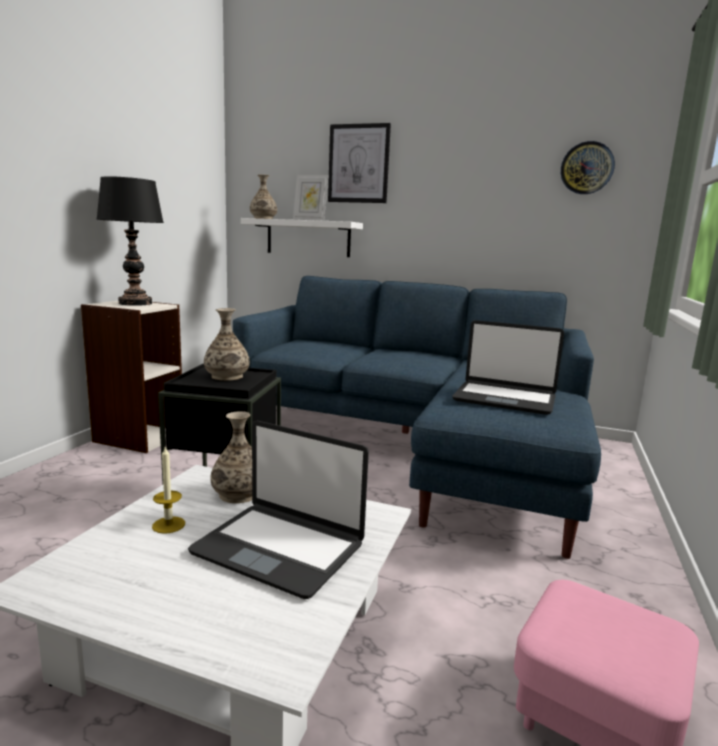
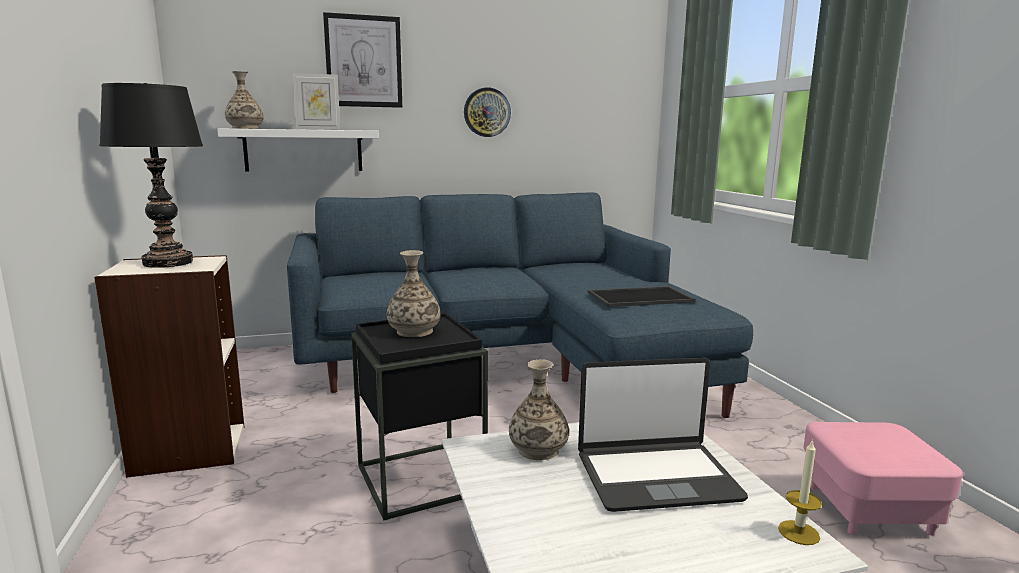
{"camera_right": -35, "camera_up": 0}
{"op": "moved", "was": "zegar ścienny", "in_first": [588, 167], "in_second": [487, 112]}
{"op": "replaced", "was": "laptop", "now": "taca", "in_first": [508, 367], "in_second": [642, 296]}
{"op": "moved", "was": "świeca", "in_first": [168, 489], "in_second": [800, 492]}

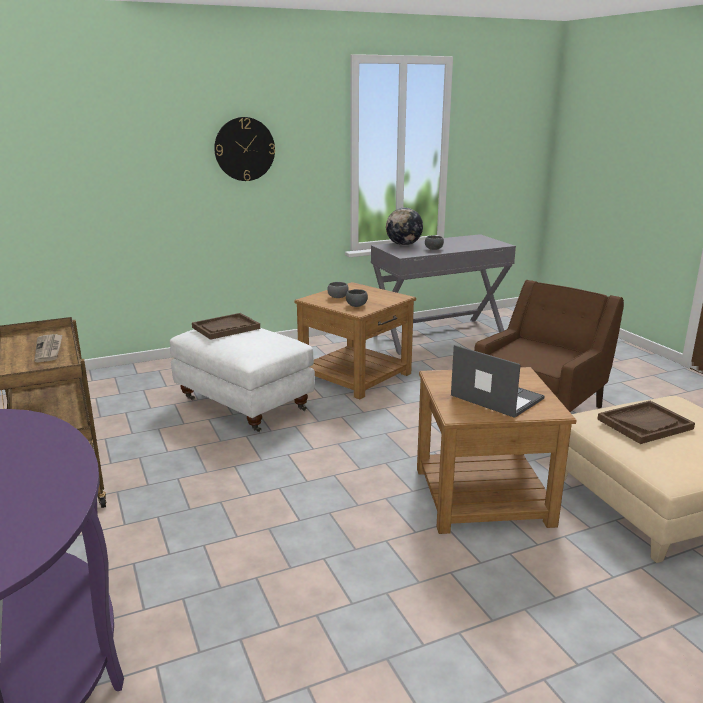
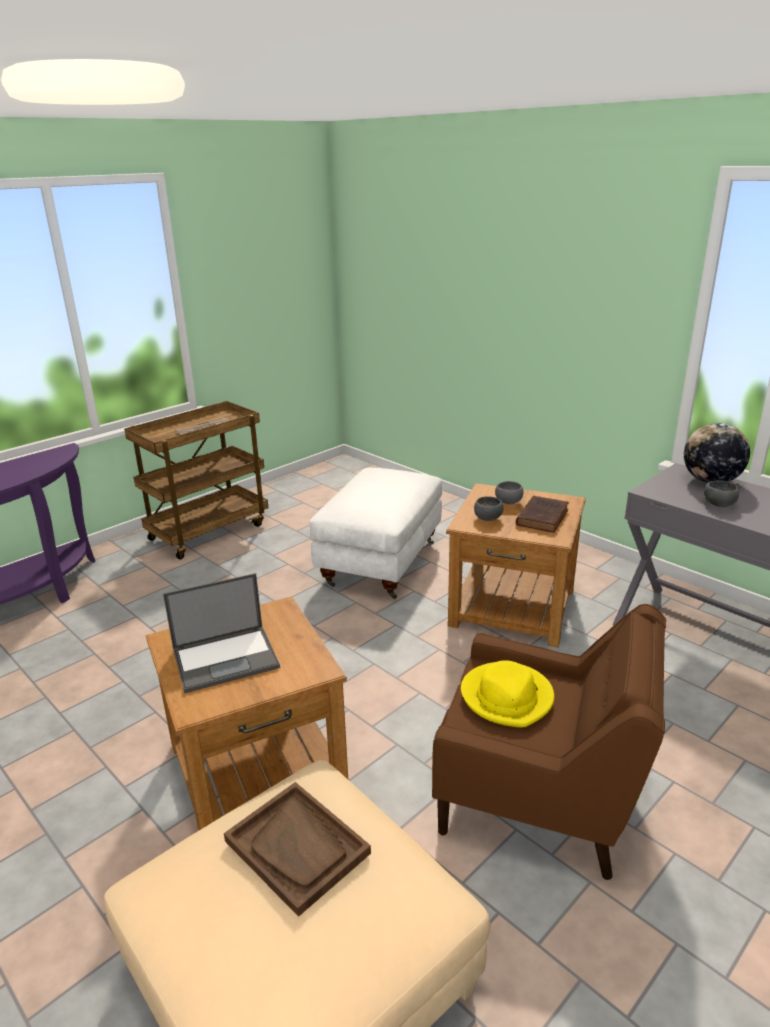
{"camera_right": 70, "camera_up": 5}
{"op": "turned", "was": "laptop", "in_first": [498, 381], "in_second": [221, 633], "clockwise": 45}
{"op": "added", "now": "kapelusz [żółty]", "in_second": [507, 694]}
{"op": "added", "now": "książka [brązowy]", "in_second": [542, 514]}
{"op": "removed", "was": "taca [brązowy]", "in_first": [226, 326]}
{"op": "removed", "was": "zegar ścienny", "in_first": [244, 149]}

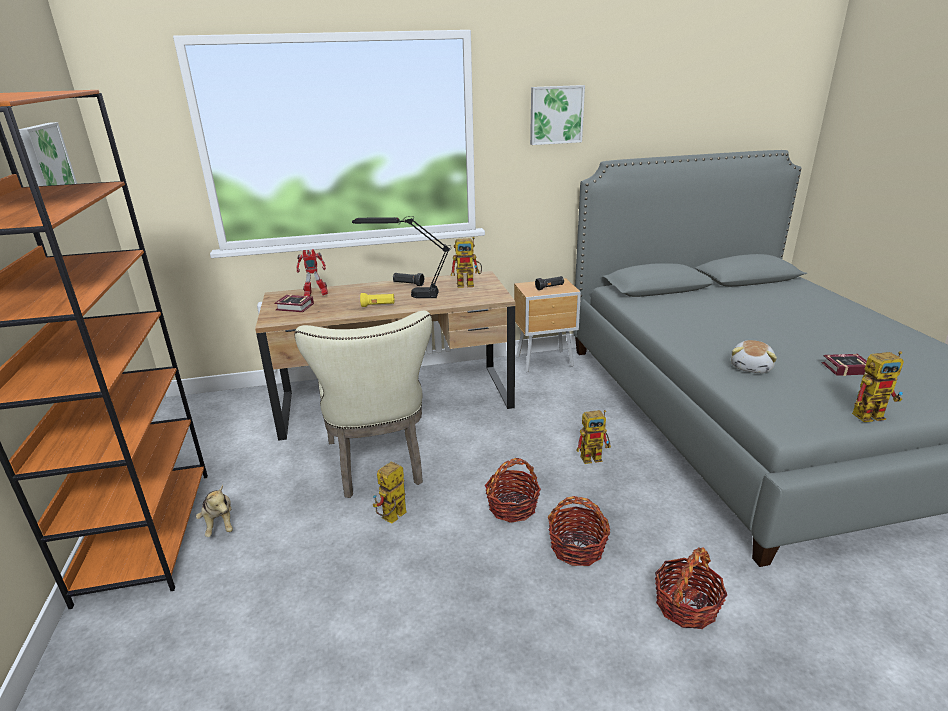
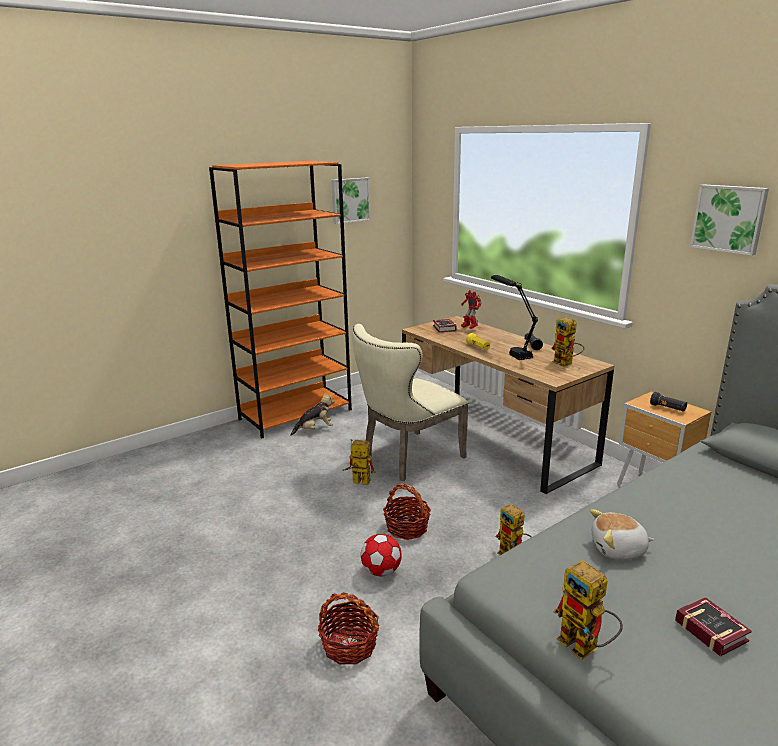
{"camera_right": 65, "camera_up": -5}
{"op": "turned", "was": "pluszak", "in_first": [214, 511], "in_second": [312, 413], "clockwise": -150}
{"op": "replaced", "was": "koszyk", "now": "piłka futbolowa", "in_first": [579, 531], "in_second": [381, 555]}

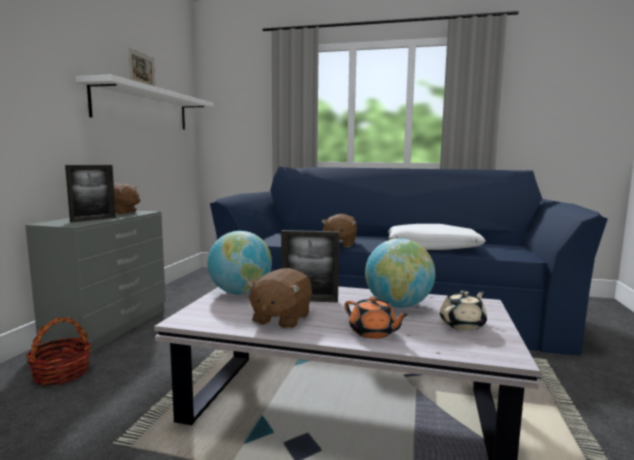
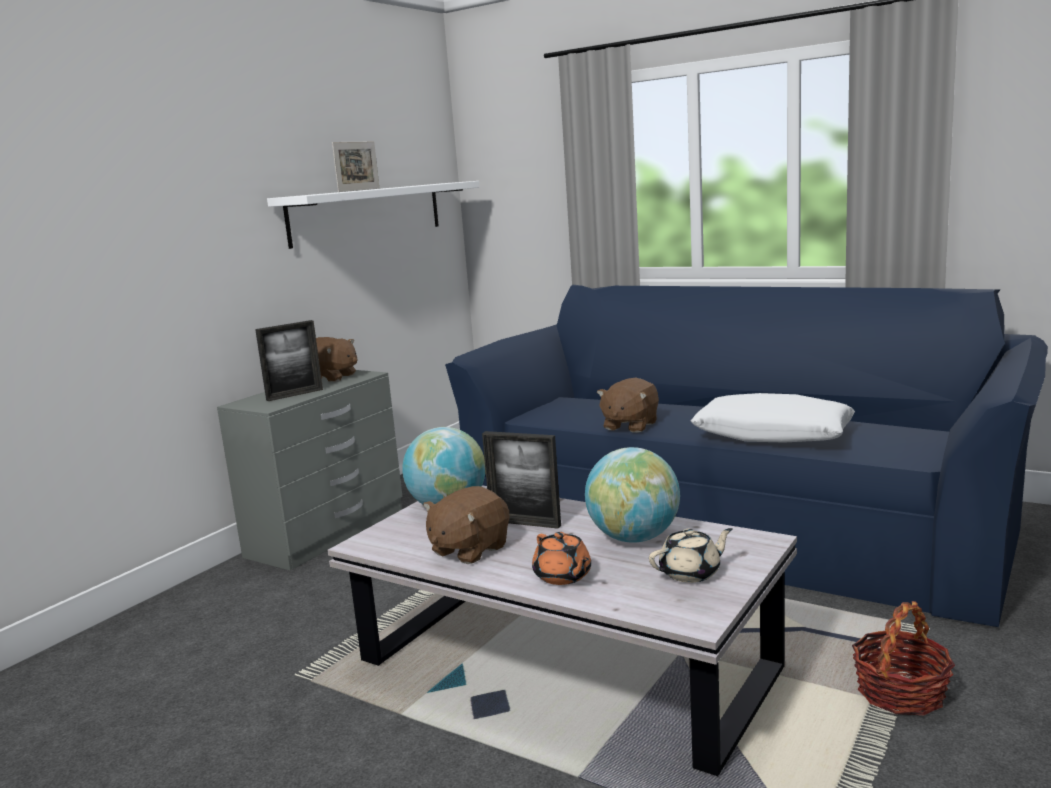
{"camera_right": 20, "camera_up": 5}
{"op": "moved", "was": "koszyk", "in_first": [59, 351], "in_second": [903, 658]}

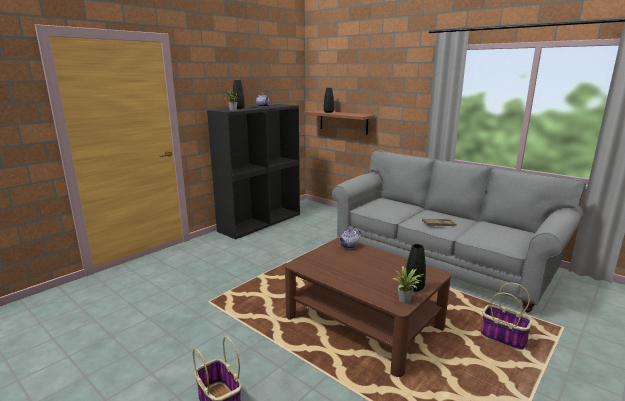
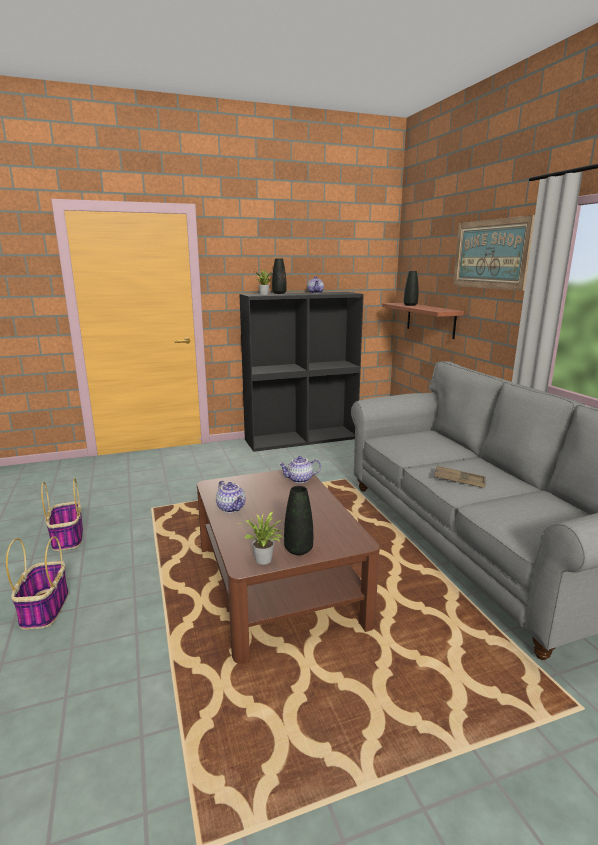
{"camera_right": 30, "camera_up": 0}
{"op": "moved", "was": "koszyk", "in_first": [507, 316], "in_second": [62, 514]}
{"op": "added", "now": "imbryk", "in_second": [230, 497]}
{"op": "added", "now": "obraz", "in_second": [494, 253]}

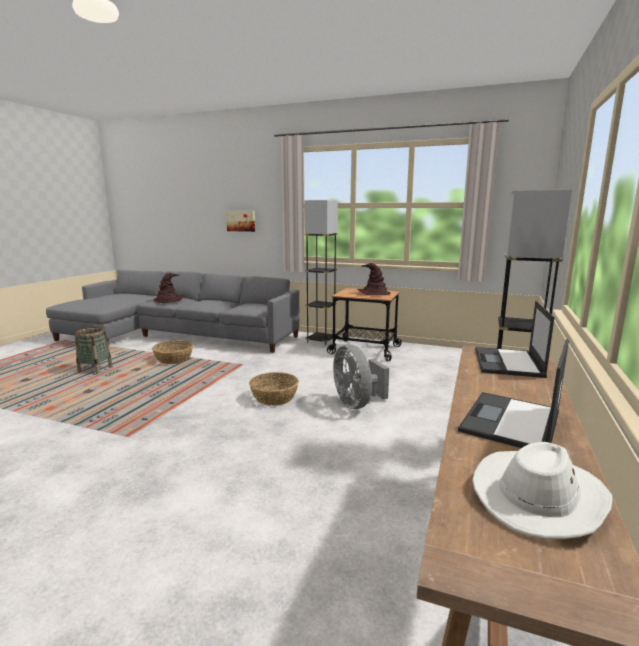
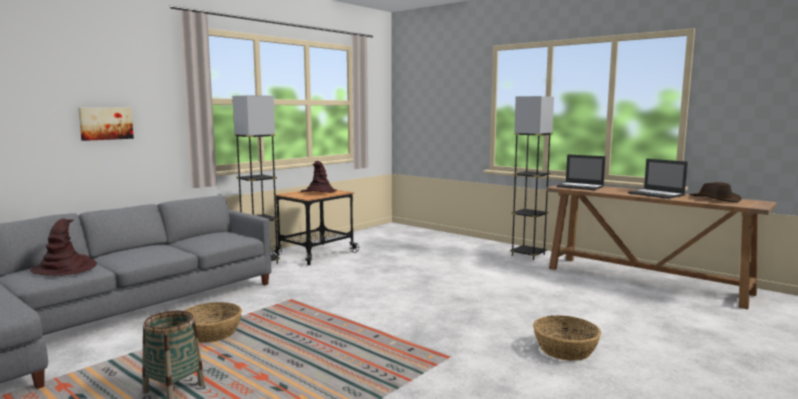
{"camera_right": -70, "camera_up": -5}
{"op": "moved", "was": "koszyk", "in_first": [274, 389], "in_second": [567, 338]}
{"op": "recoloured", "was": "kapelusz [biały]", "now": "kapelusz [brązowy]", "in_first": [542, 490], "in_second": [715, 192]}
{"op": "removed", "was": "wentylator [szary]", "in_first": [361, 376]}

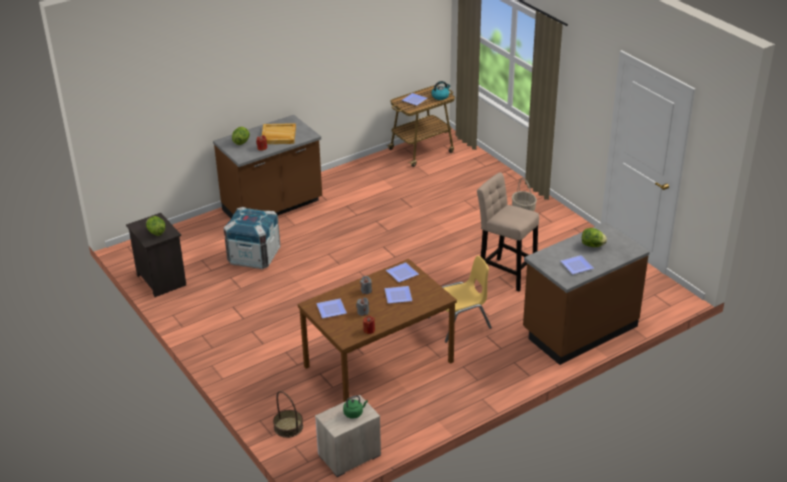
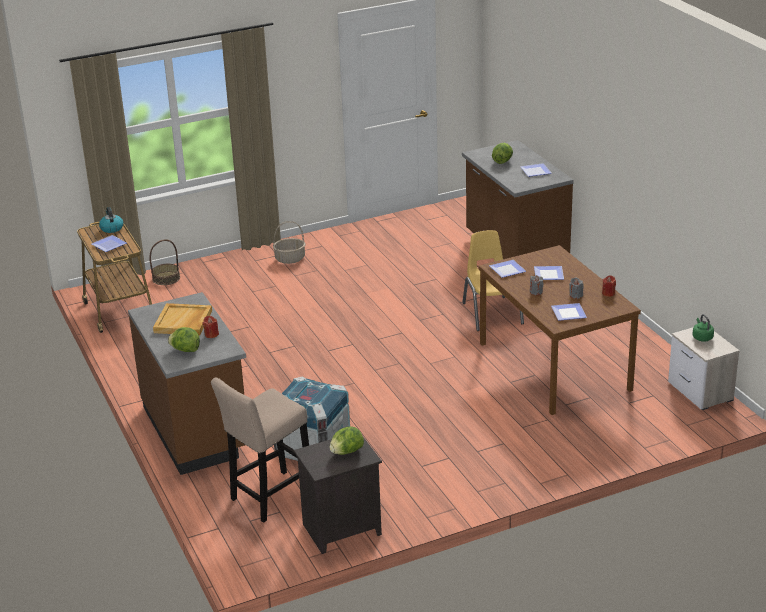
{"camera_right": -80, "camera_up": -5}
{"op": "moved", "was": "koszyk", "in_first": [288, 414], "in_second": [164, 262]}
{"op": "moved", "was": "stołek [beżowy]", "in_first": [508, 232], "in_second": [260, 450]}

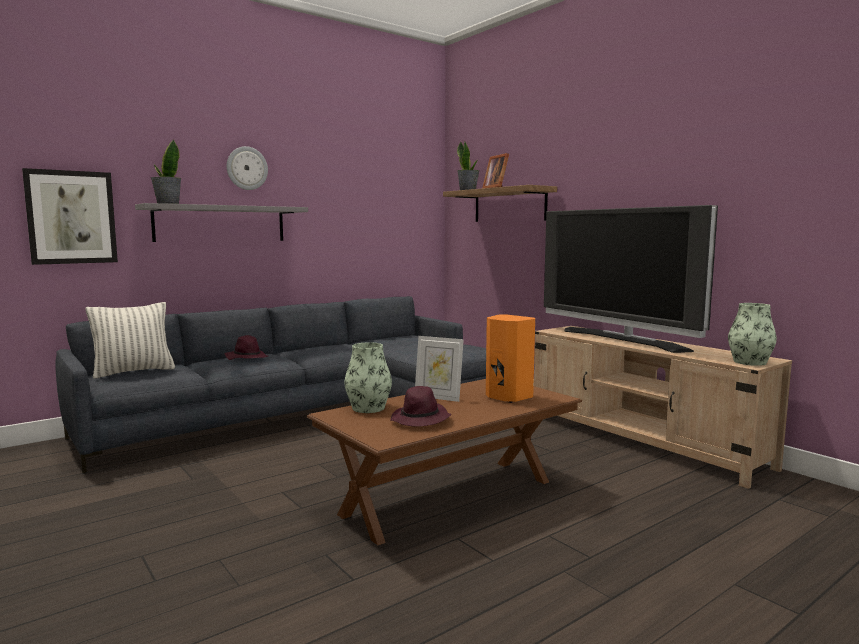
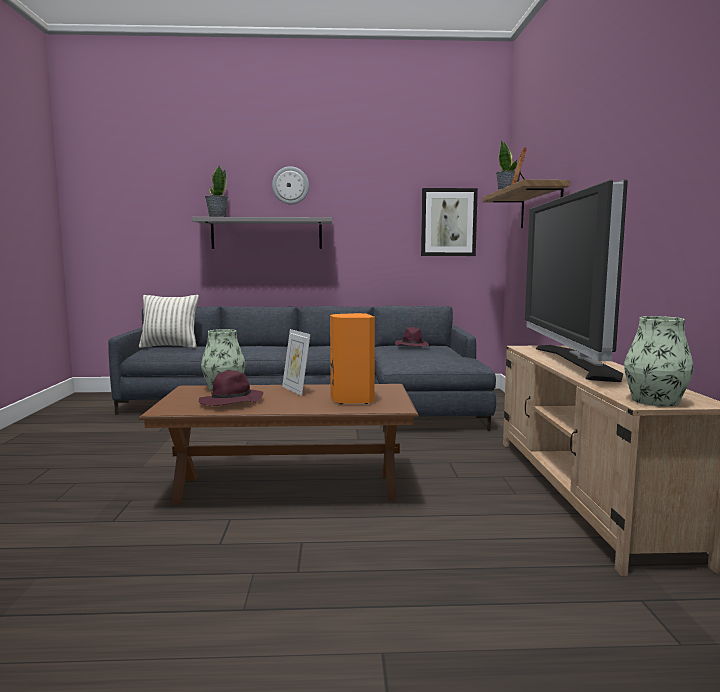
{"camera_right": 35, "camera_up": 0}
{"op": "moved", "was": "kapelusz [fioletowy]", "in_first": [246, 347], "in_second": [412, 337]}
{"op": "moved", "was": "obraz", "in_first": [70, 216], "in_second": [449, 222]}

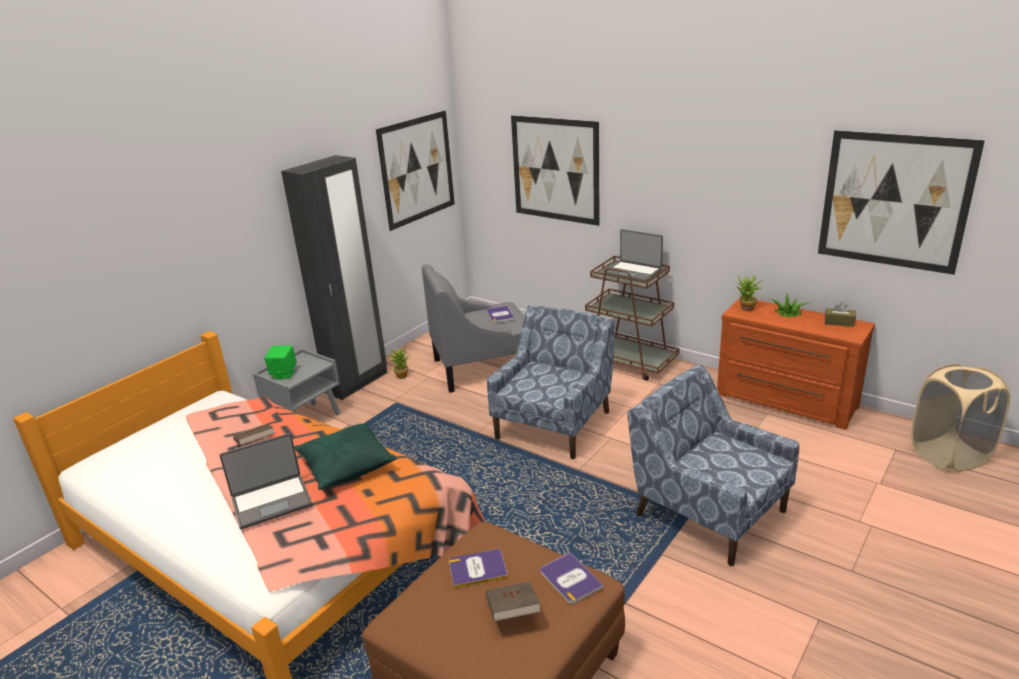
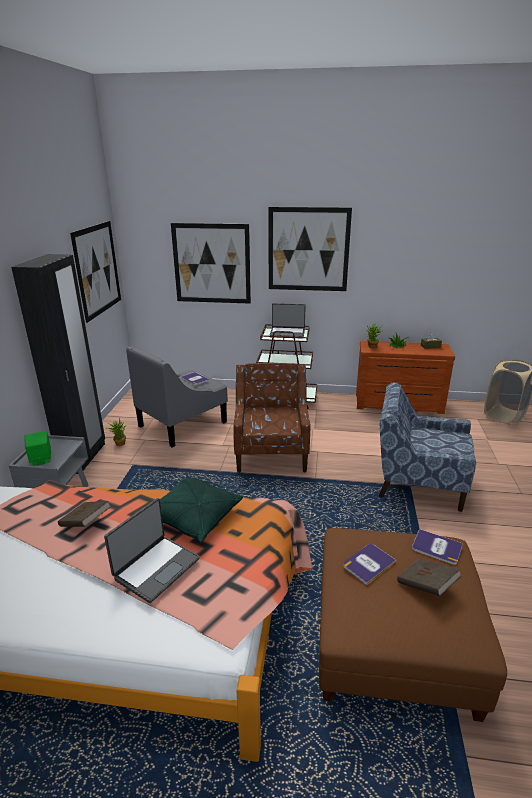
{"camera_right": -30, "camera_up": 0}
{"op": "recoloured", "was": "fotel [niebieski]", "now": "fotel [brązowy]", "in_first": [551, 382], "in_second": [272, 418]}
{"op": "moved", "was": "obraz", "in_first": [901, 202], "in_second": [310, 249]}

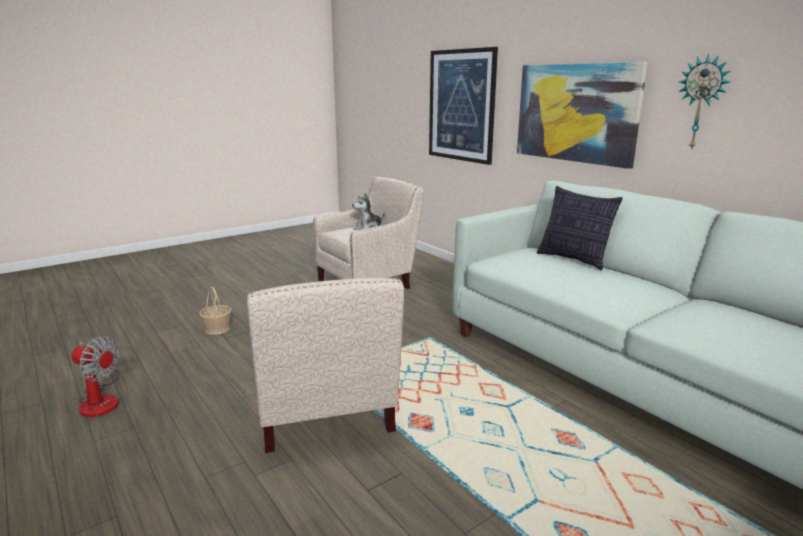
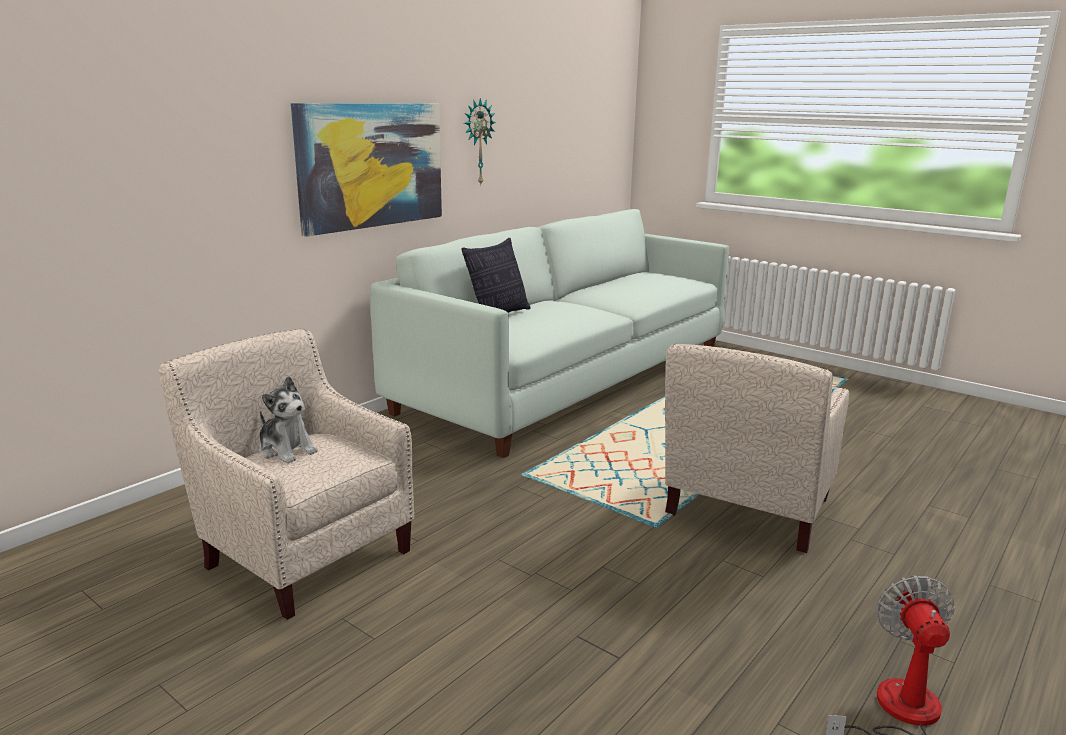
{"camera_right": -105, "camera_up": 0}
{"op": "turned", "was": "fotel [beżowy]", "in_first": [325, 365], "in_second": [757, 448], "clockwise": 150}
{"op": "removed", "was": "koszyk", "in_first": [215, 311]}
{"op": "removed", "was": "obraz", "in_first": [463, 106]}

